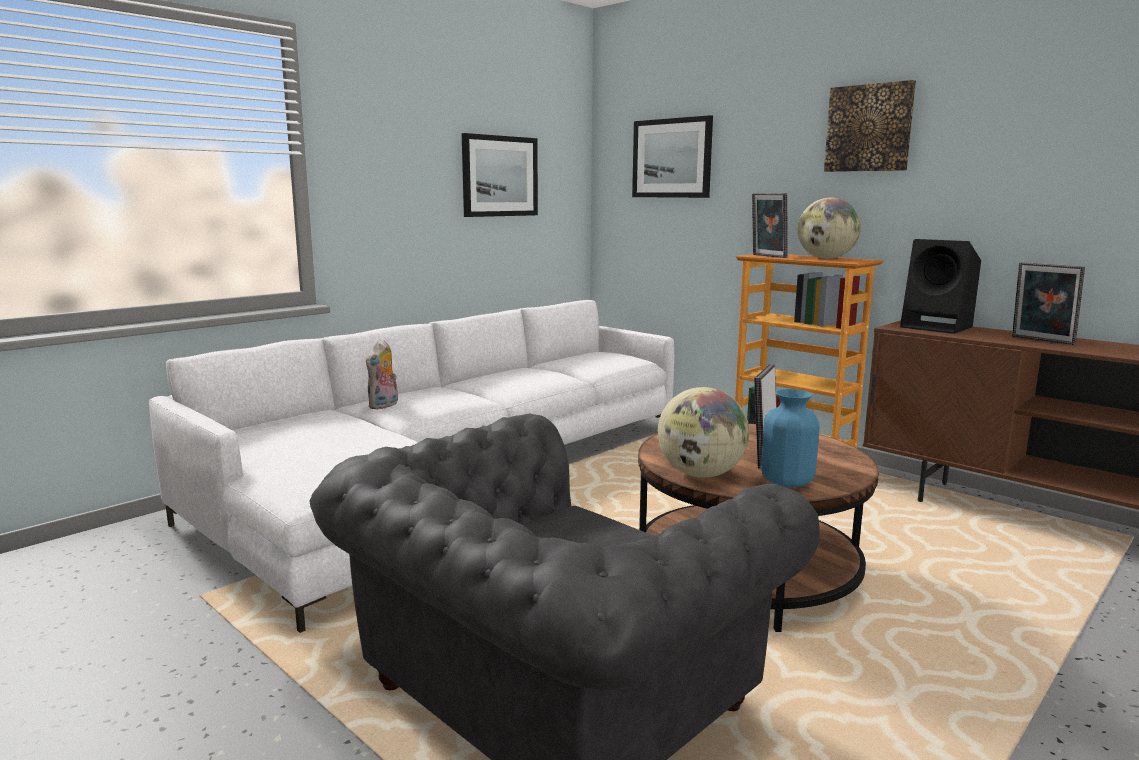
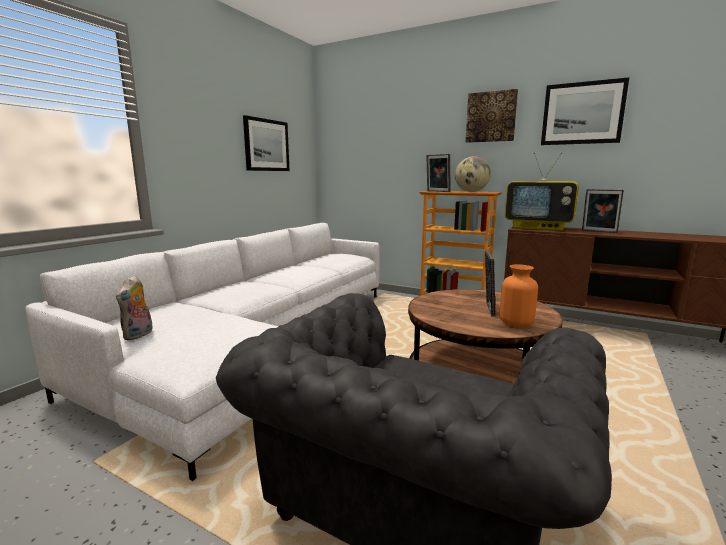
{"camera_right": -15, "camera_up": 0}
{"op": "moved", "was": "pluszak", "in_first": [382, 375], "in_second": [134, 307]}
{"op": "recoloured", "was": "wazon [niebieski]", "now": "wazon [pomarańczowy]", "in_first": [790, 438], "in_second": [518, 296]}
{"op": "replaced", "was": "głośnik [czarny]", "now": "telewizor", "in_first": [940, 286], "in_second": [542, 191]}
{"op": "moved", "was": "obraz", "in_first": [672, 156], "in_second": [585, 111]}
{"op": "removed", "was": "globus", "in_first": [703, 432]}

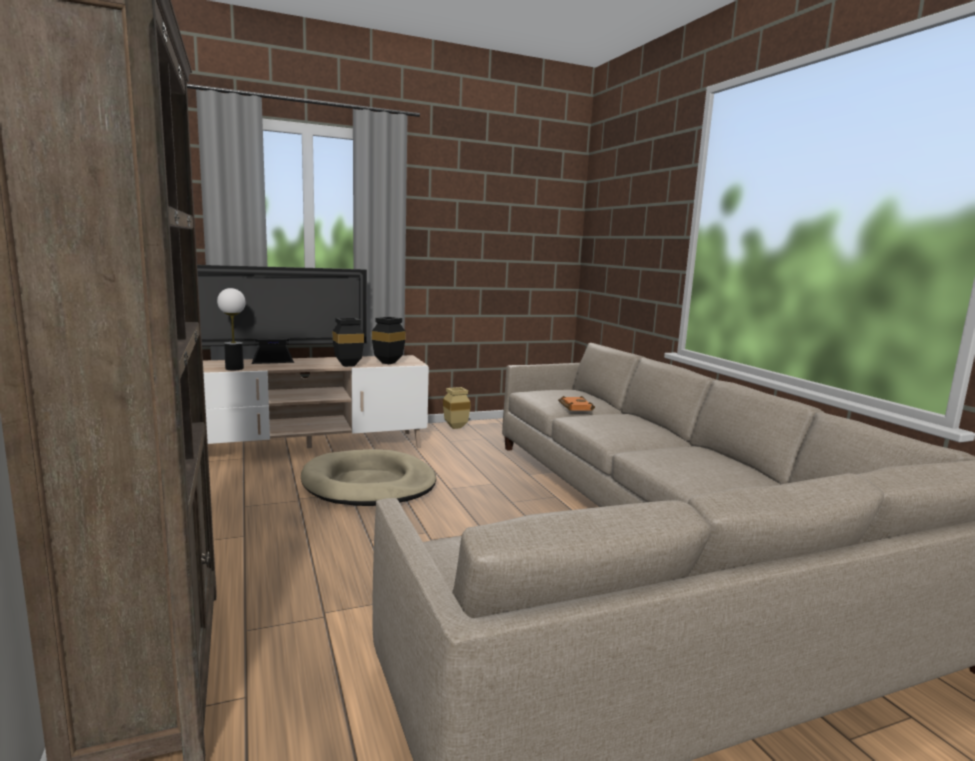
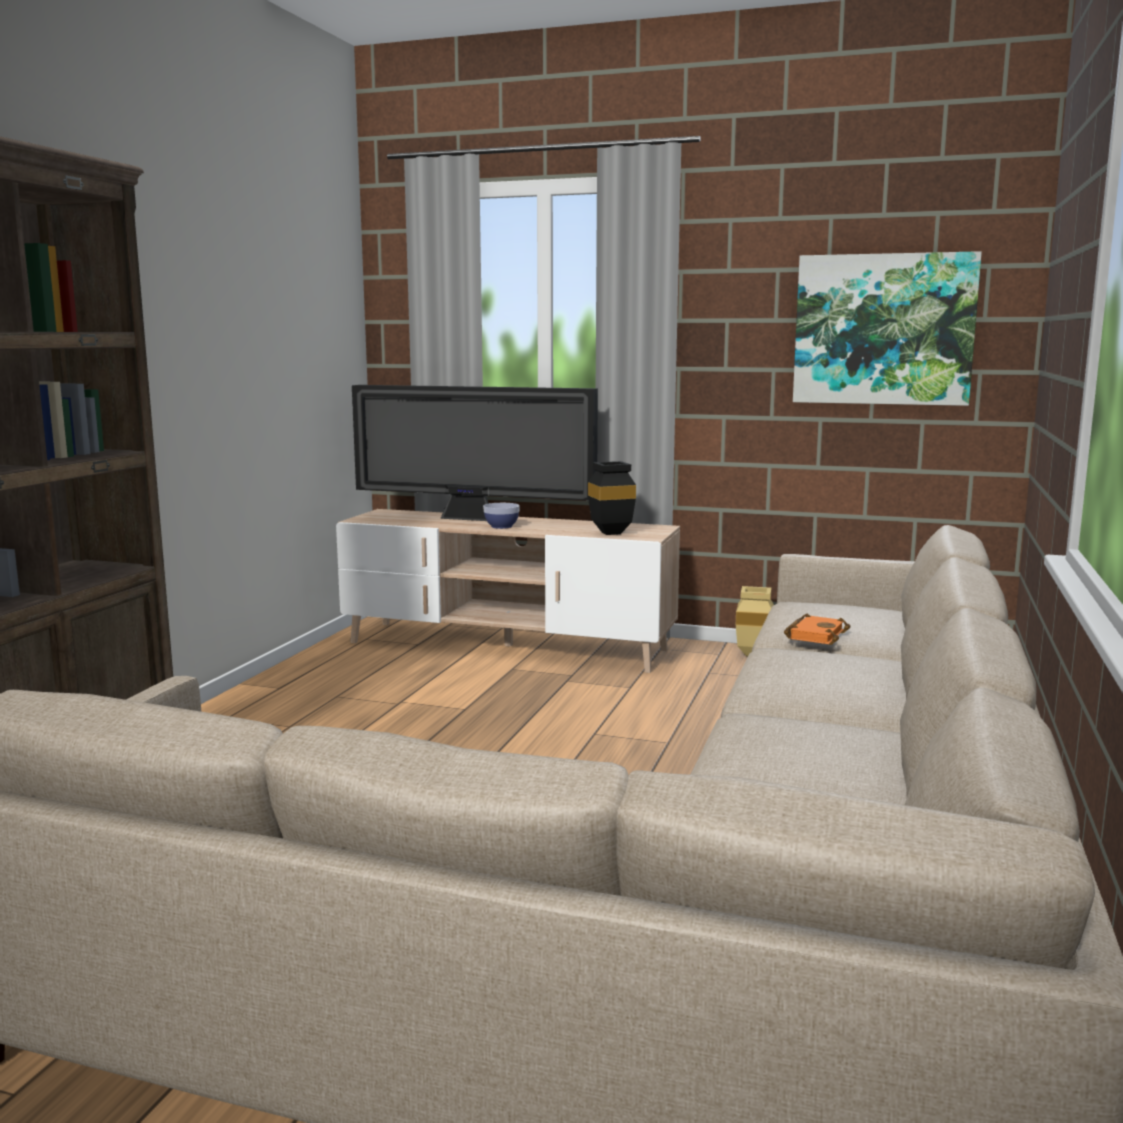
{"camera_right": 40, "camera_up": 0}
{"op": "added", "now": "miska", "in_second": [501, 516]}
{"op": "added", "now": "obraz", "in_second": [887, 328]}
{"op": "removed", "was": "lampa stołowa", "in_first": [231, 329]}
{"op": "removed", "was": "legowisko [beżowy]", "in_first": [368, 477]}
{"op": "removed", "was": "wazon [czarny]", "in_first": [348, 342]}

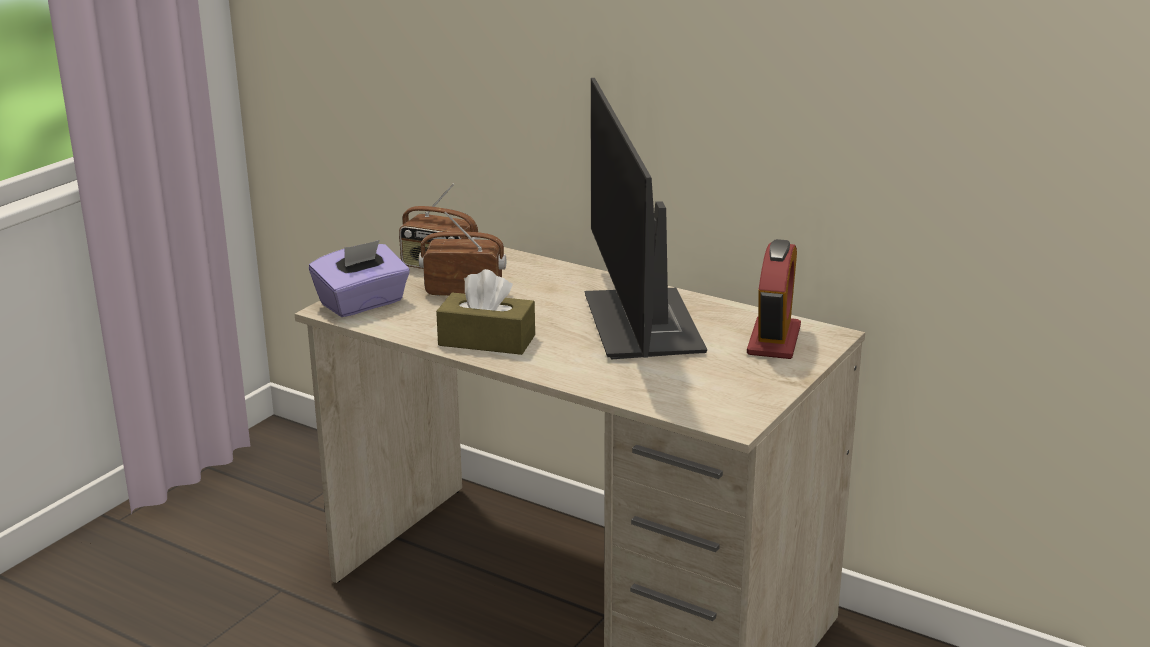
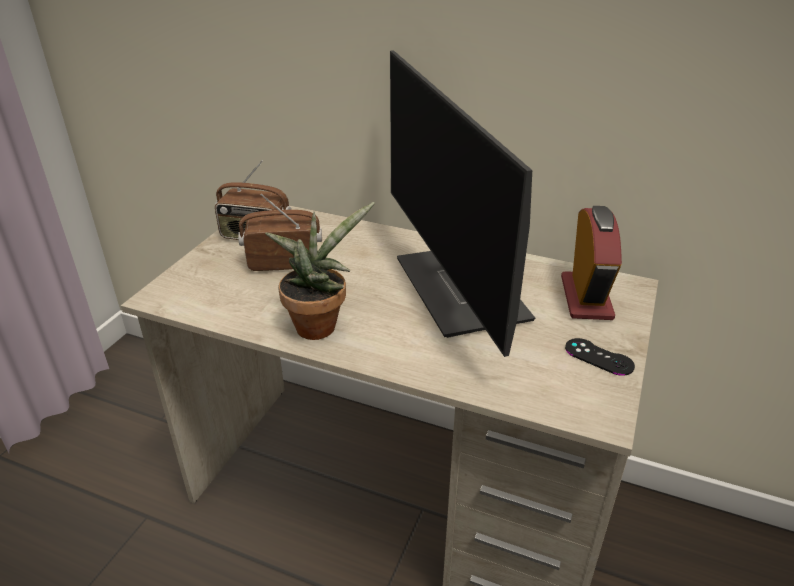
{"camera_right": -10, "camera_up": 10}
{"op": "replaced", "was": "pudełko chusteczek [brązowy]", "now": "roślina doniczkowa", "in_first": [485, 312], "in_second": [320, 271]}
{"op": "added", "now": "pad do gier [czarny]", "in_second": [600, 357]}
{"op": "removed", "was": "pudełko chusteczek [fioletowy]", "in_first": [359, 278]}

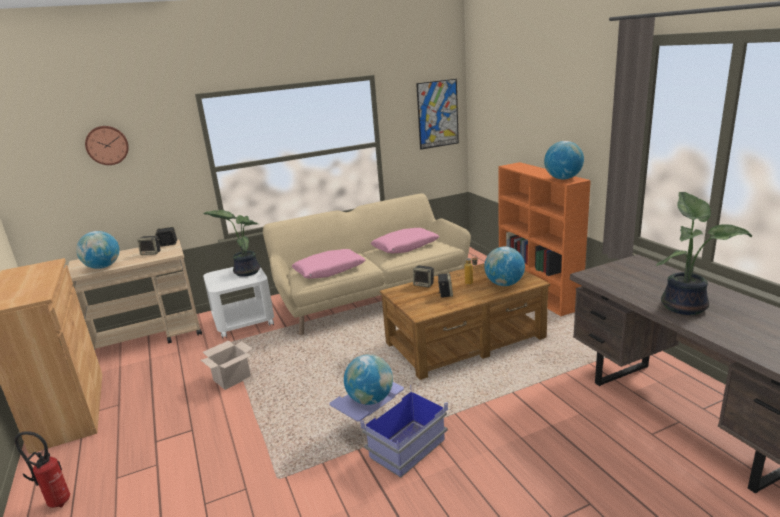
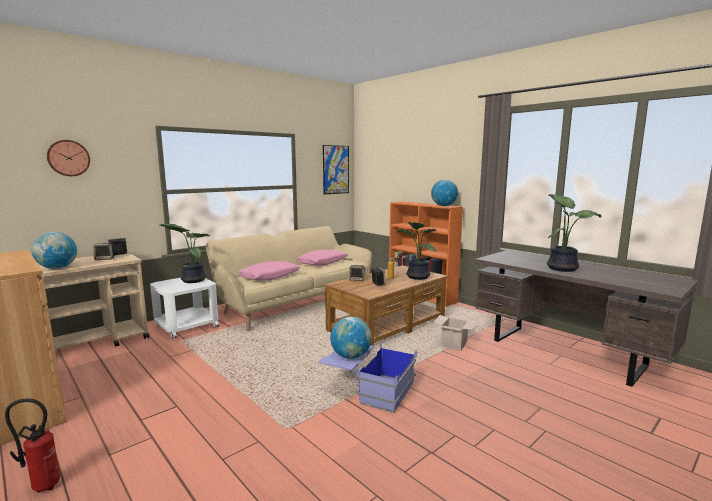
{"camera_right": -20, "camera_up": -10}
{"op": "replaced", "was": "globus", "now": "roślina doniczkowa", "in_first": [504, 266], "in_second": [417, 251]}
{"op": "moved", "was": "karton", "in_first": [227, 365], "in_second": [455, 333]}

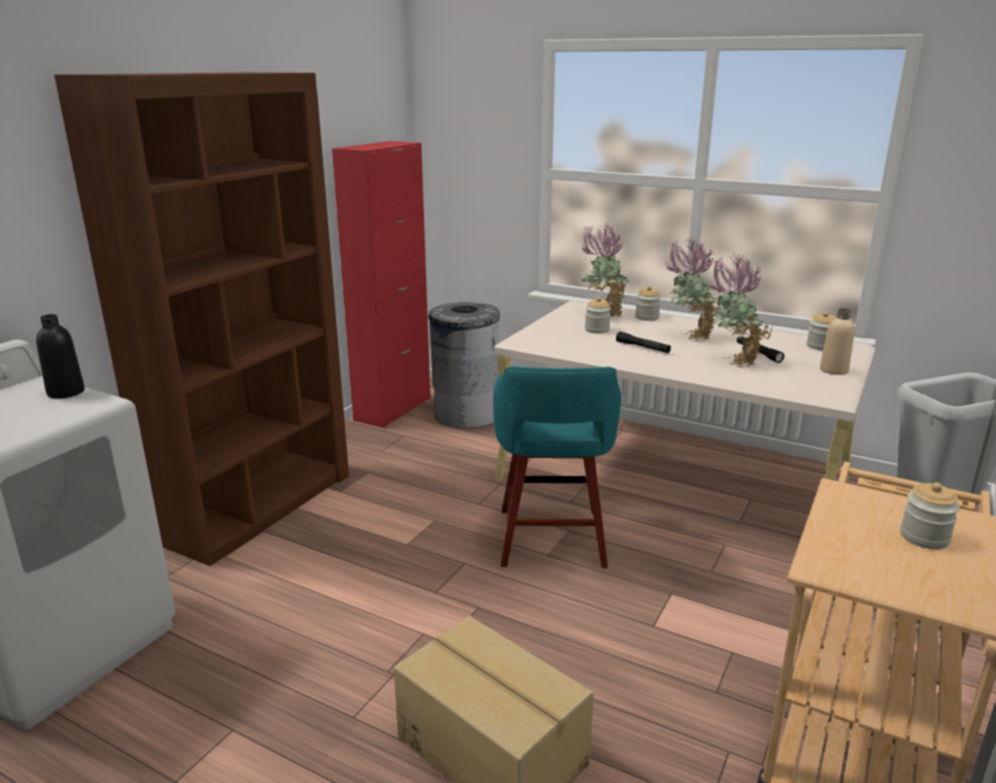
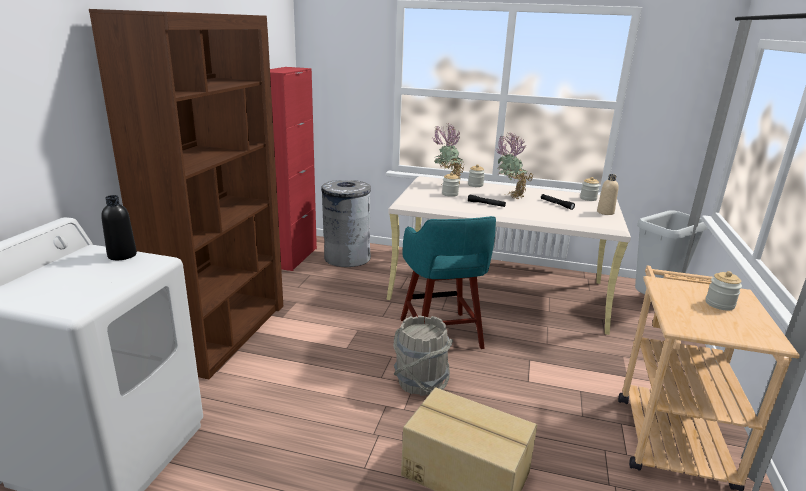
{"camera_right": -15, "camera_up": 0}
{"op": "added", "now": "wiadro [szary]", "in_second": [423, 355]}
{"op": "removed", "was": "roślina doniczkowa", "in_first": [740, 310]}

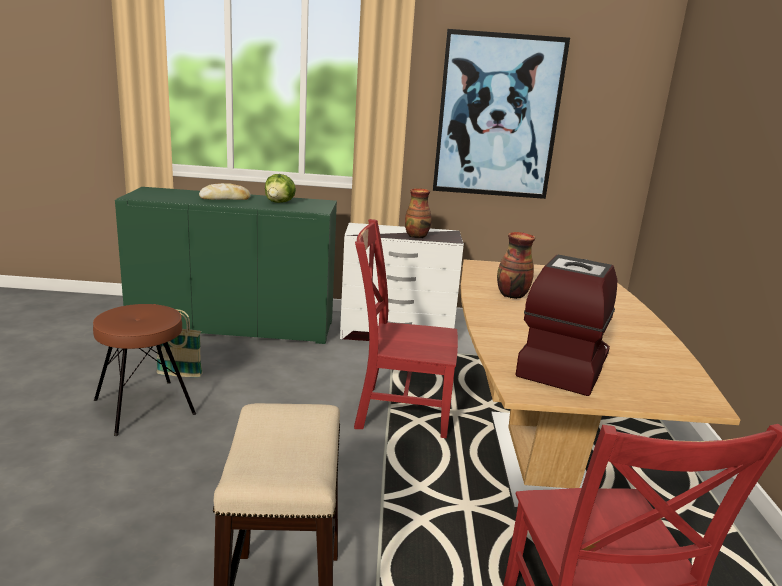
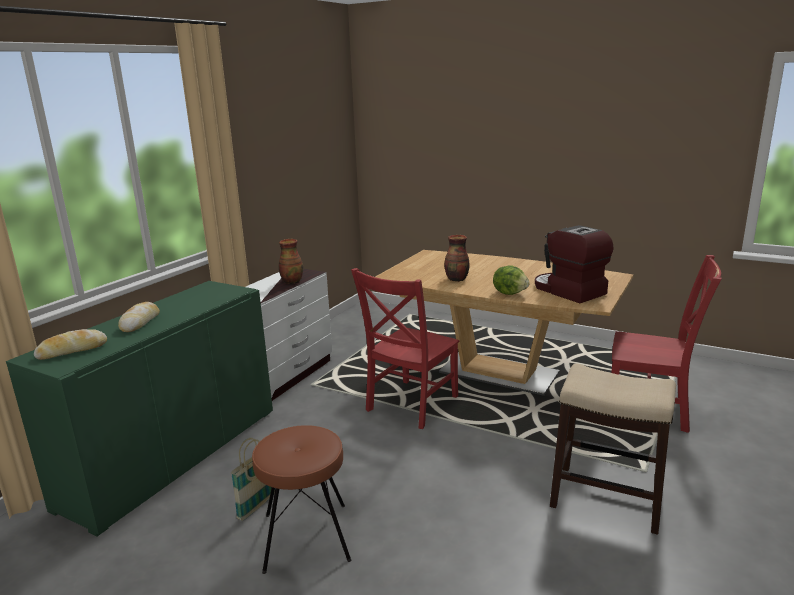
{"camera_right": -60, "camera_up": 0}
{"op": "added", "now": "chleb", "in_second": [70, 344]}
{"op": "moved", "was": "sałata", "in_first": [280, 188], "in_second": [511, 280]}
{"op": "removed", "was": "obraz", "in_first": [501, 114]}

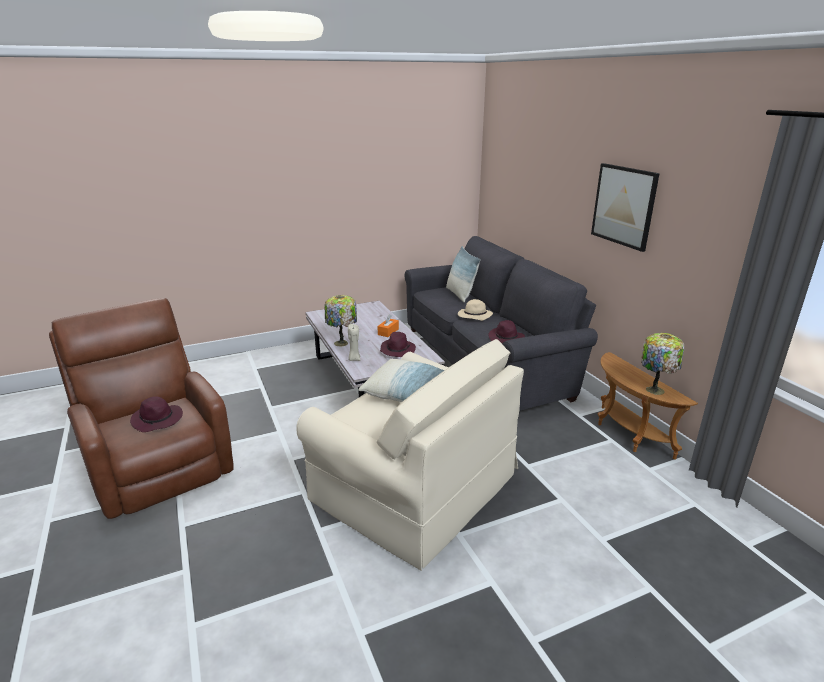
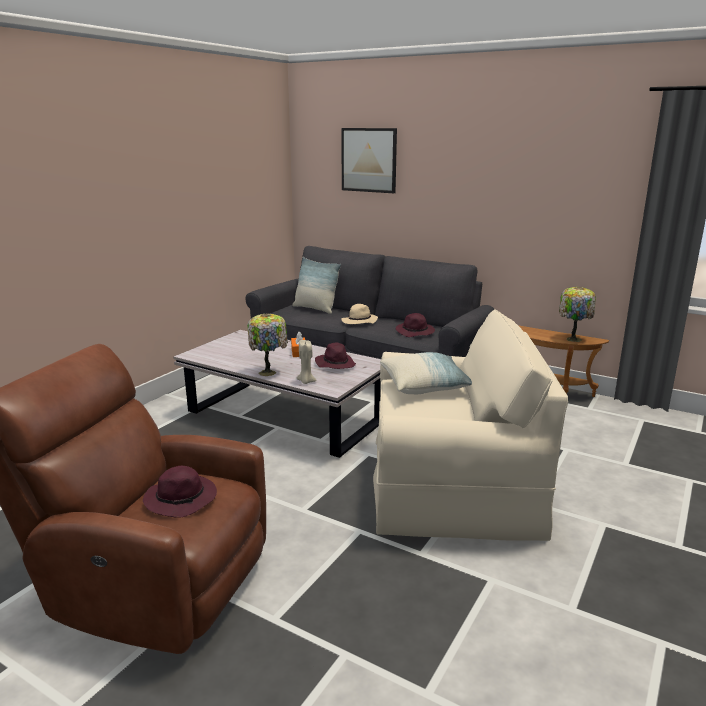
{"camera_right": -35, "camera_up": -5}
{"op": "moved", "was": "obraz", "in_first": [625, 207], "in_second": [369, 160]}

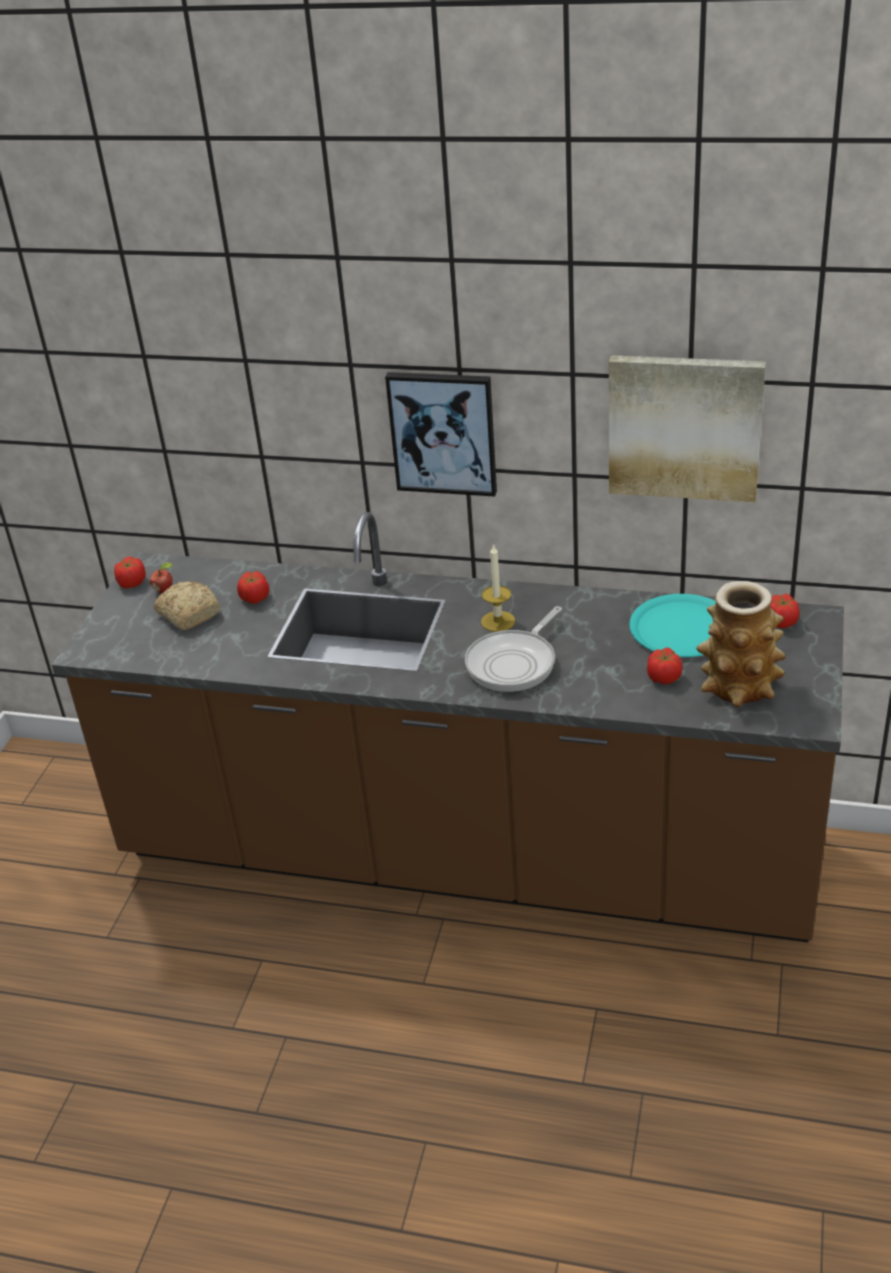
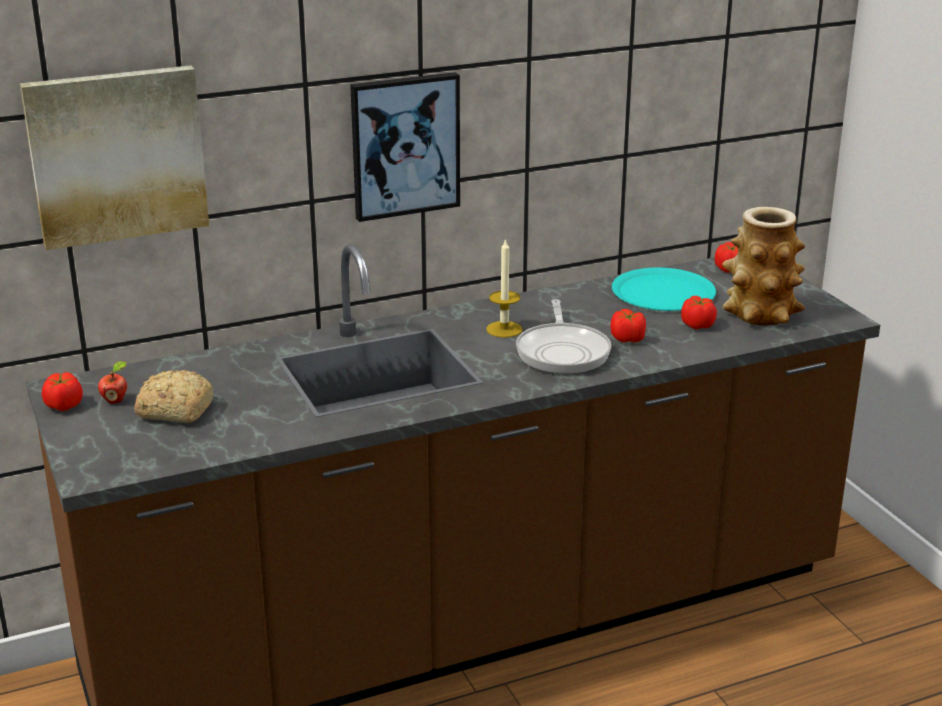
{"camera_right": -40, "camera_up": -10}
{"op": "moved", "was": "obraz", "in_first": [687, 428], "in_second": [114, 157]}
{"op": "moved", "was": "pomidor", "in_first": [253, 587], "in_second": [628, 326]}

